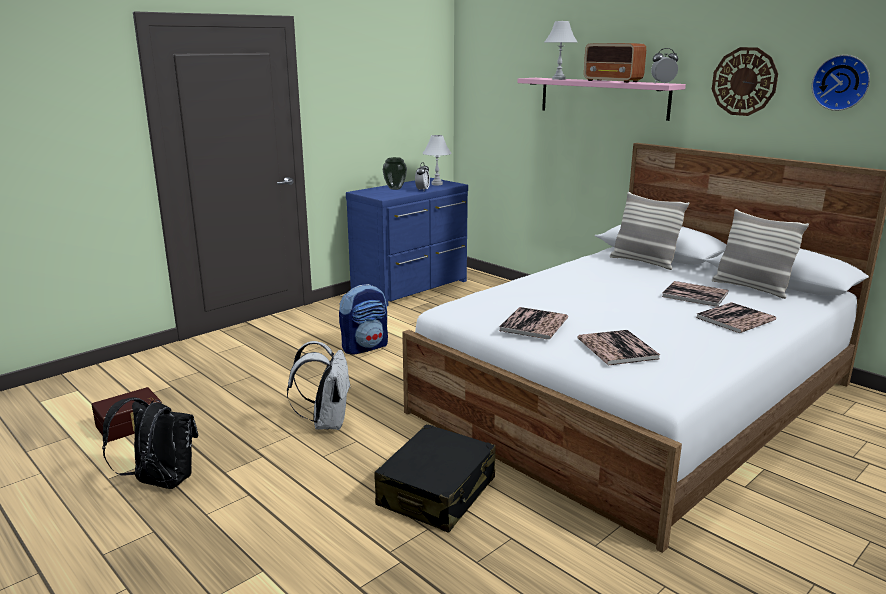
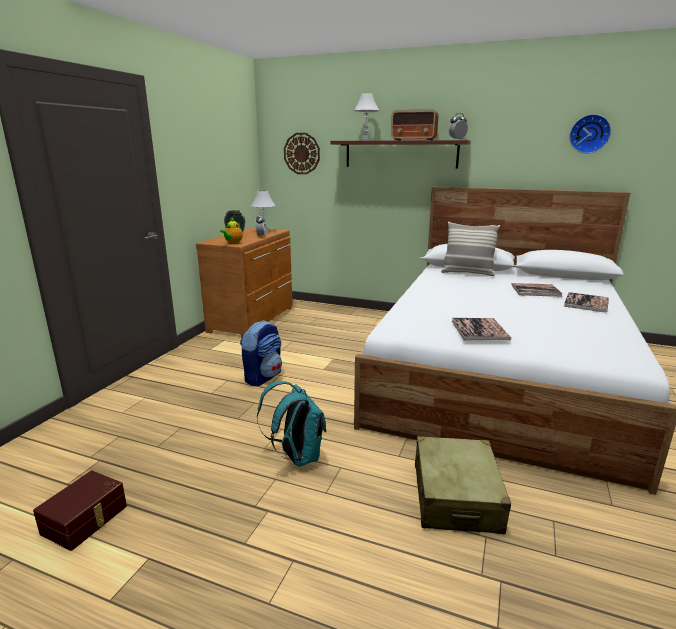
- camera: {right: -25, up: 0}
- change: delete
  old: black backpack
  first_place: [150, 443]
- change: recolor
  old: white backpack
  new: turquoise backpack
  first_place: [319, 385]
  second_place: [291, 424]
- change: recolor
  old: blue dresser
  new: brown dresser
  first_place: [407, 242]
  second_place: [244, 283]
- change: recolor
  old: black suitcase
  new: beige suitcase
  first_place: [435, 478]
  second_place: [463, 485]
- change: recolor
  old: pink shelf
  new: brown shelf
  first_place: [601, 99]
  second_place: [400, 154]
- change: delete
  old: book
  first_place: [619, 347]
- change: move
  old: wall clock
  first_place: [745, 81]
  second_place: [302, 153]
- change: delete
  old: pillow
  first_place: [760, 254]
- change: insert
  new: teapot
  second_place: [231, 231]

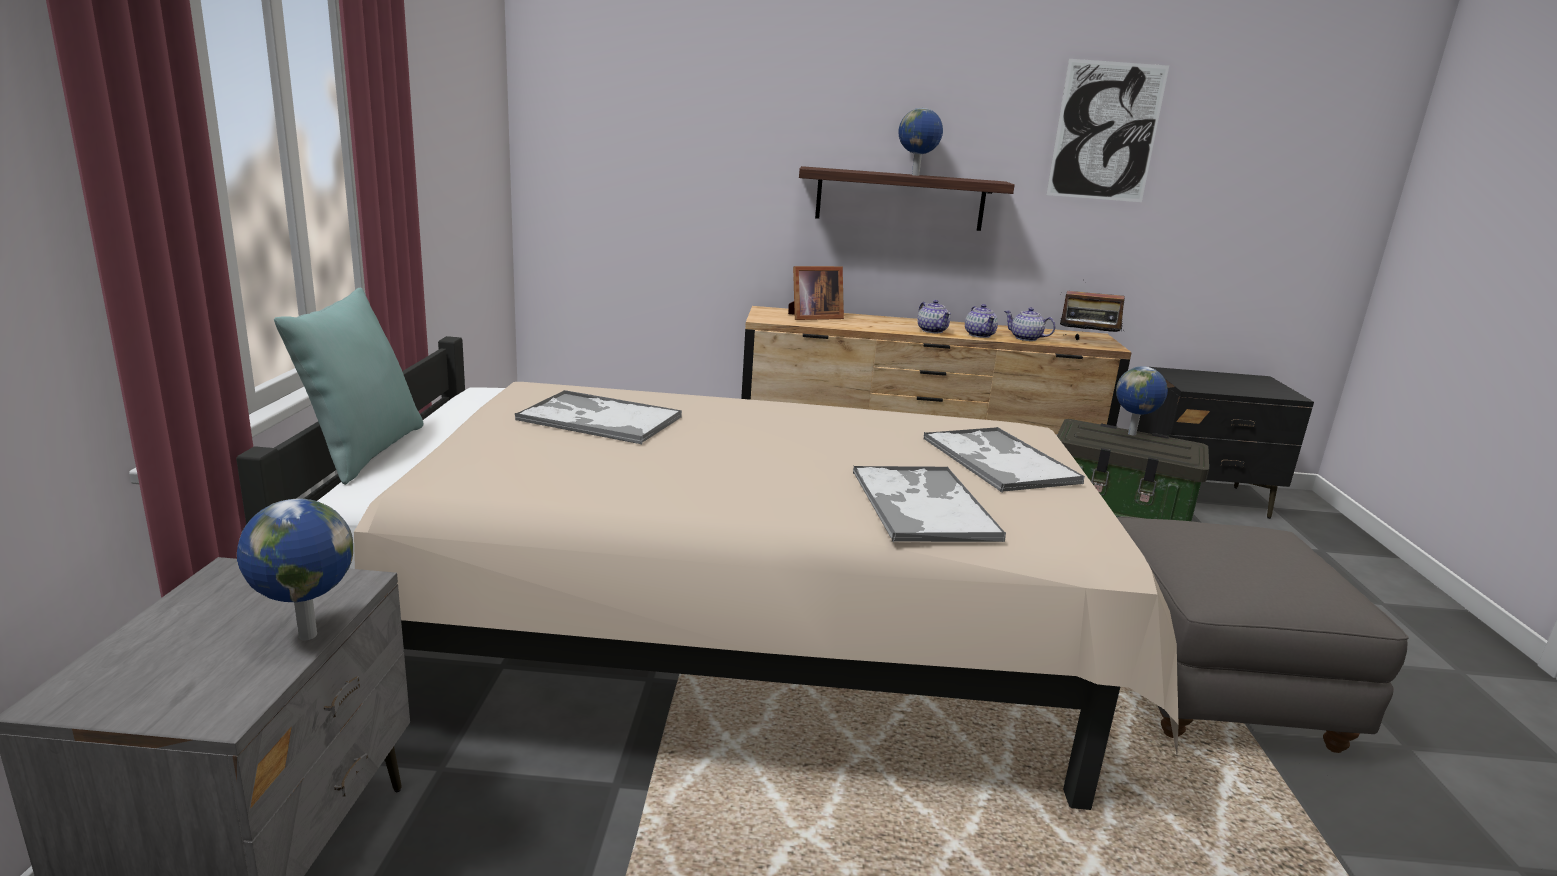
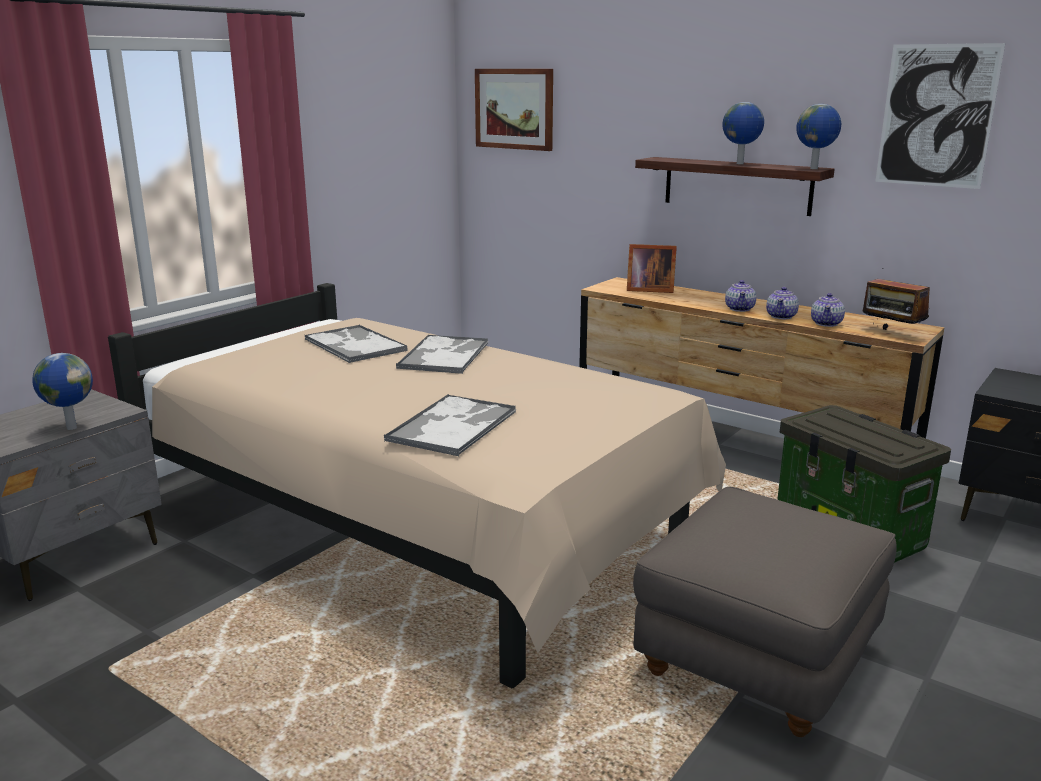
- camera: {right: 35, up: 0}
- change: delete
  old: turquoise pillow
  first_place: [348, 386]
- change: move
  old: tray
  first_place: [1004, 459]
  second_place: [442, 354]
- change: rotate
  old: teapot
  first_place: [1030, 324]
  second_place: [828, 310]
  degrees: -135
- change: move
  old: globe
  first_place: [1142, 400]
  second_place: [818, 136]
- change: insert
  new: picture
  second_place: [514, 110]

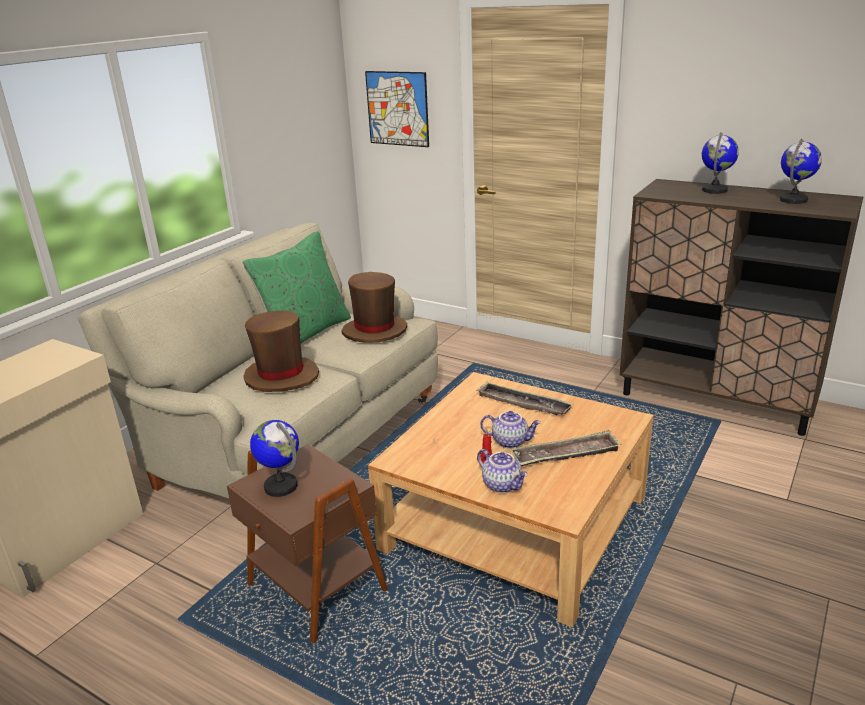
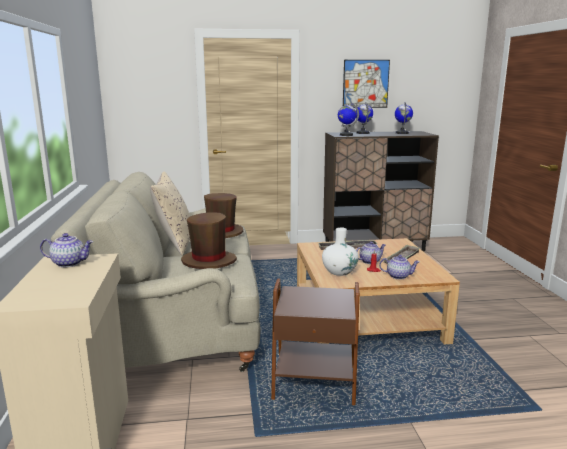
- camera: {right: -40, up: -10}
- change: recolor
  old: green pillow
  new: beige pillow
  first_place: [297, 287]
  second_place: [170, 213]
- change: move
  old: globe
  first_place: [274, 458]
  second_place: [348, 119]
- change: move
  old: picture
  first_place: [397, 109]
  second_place: [366, 84]
- change: insert
  new: teapot
  second_place: [66, 250]
- change: insert
  new: white vase
  second_place: [340, 251]

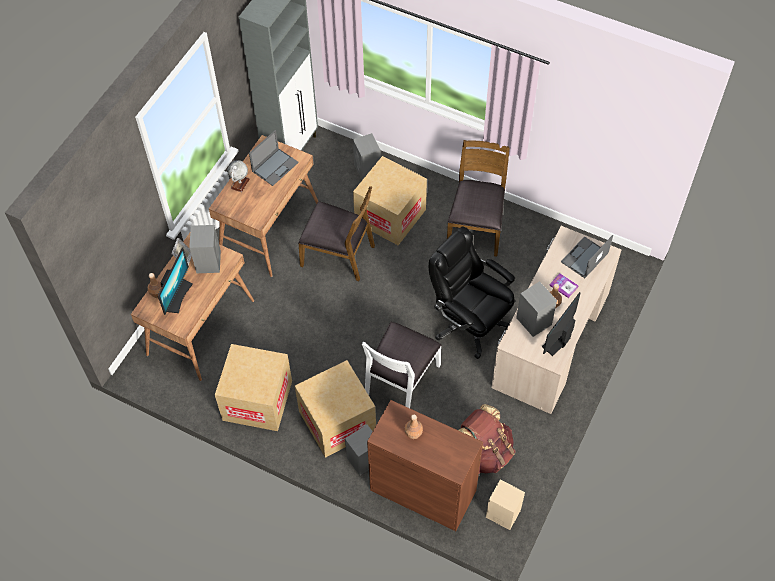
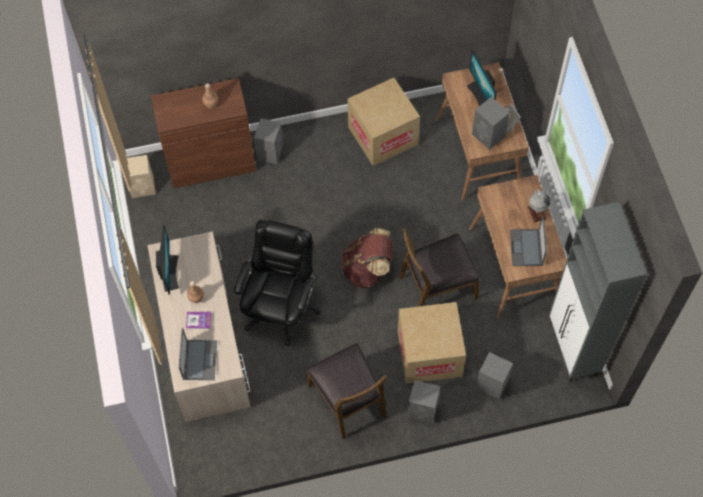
- camera: {right: 140, up: 5}
- change: delete
  old: cardboard box
  first_place: [335, 409]
- change: delete
  old: white chair
  first_place: [402, 365]
- change: rotate
  old: black office chair
  first_place: [472, 292]
  second_place: [277, 283]
  degrees: -75
- change: move
  old: brown backpack
  first_place: [487, 439]
  second_place: [367, 258]
- change: move
  old: grey speaker
  first_place: [536, 309]
  second_place: [424, 402]

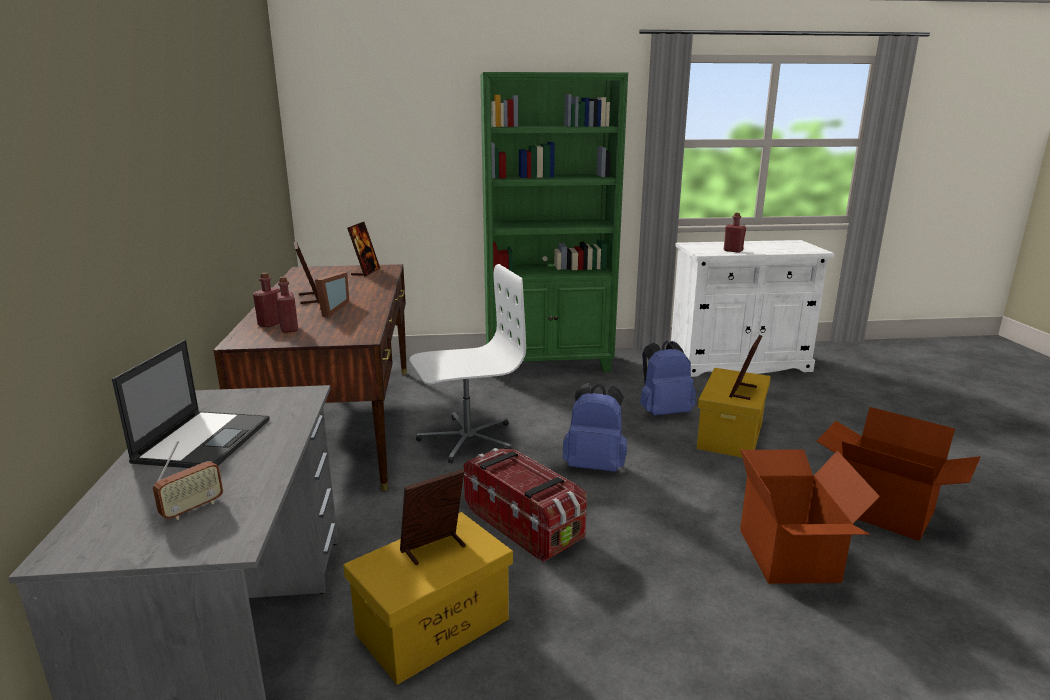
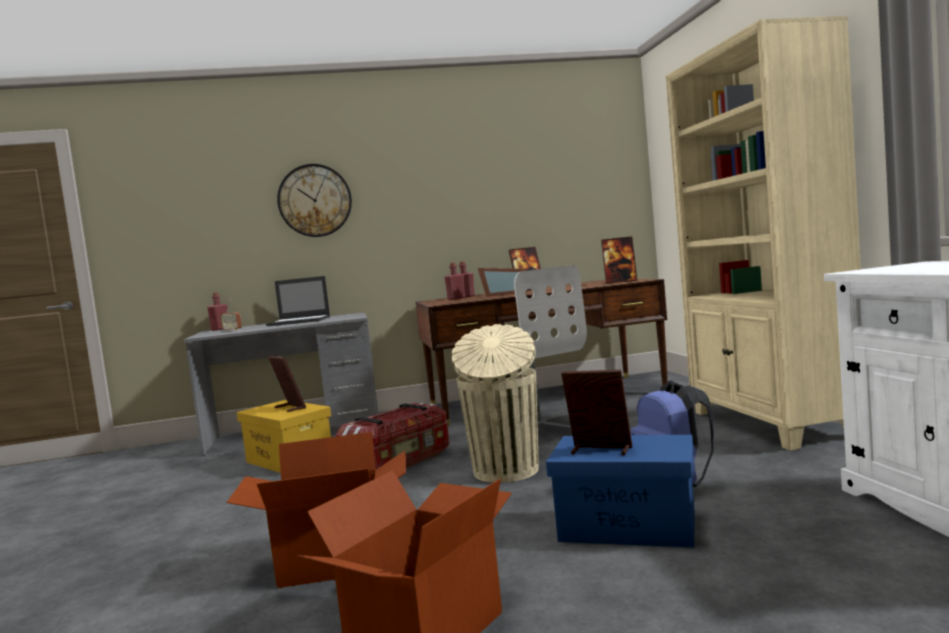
- camera: {right: 85, up: -15}
- change: recolor
  old: green bookcase
  new: beige bookcase
  first_place: [554, 224]
  second_place: [763, 233]
- change: replace
  old: blue backpack
  new: beige trash can
  first_place: [595, 427]
  second_place: [495, 403]
- change: recolor
  old: yellow storage box
  new: blue storage box
  first_place: [734, 413]
  second_place: [620, 491]
- change: move
  old: red bottle
  first_place: [735, 233]
  second_place: [217, 311]
- change: insert
  new: wall clock
  second_place: [314, 200]

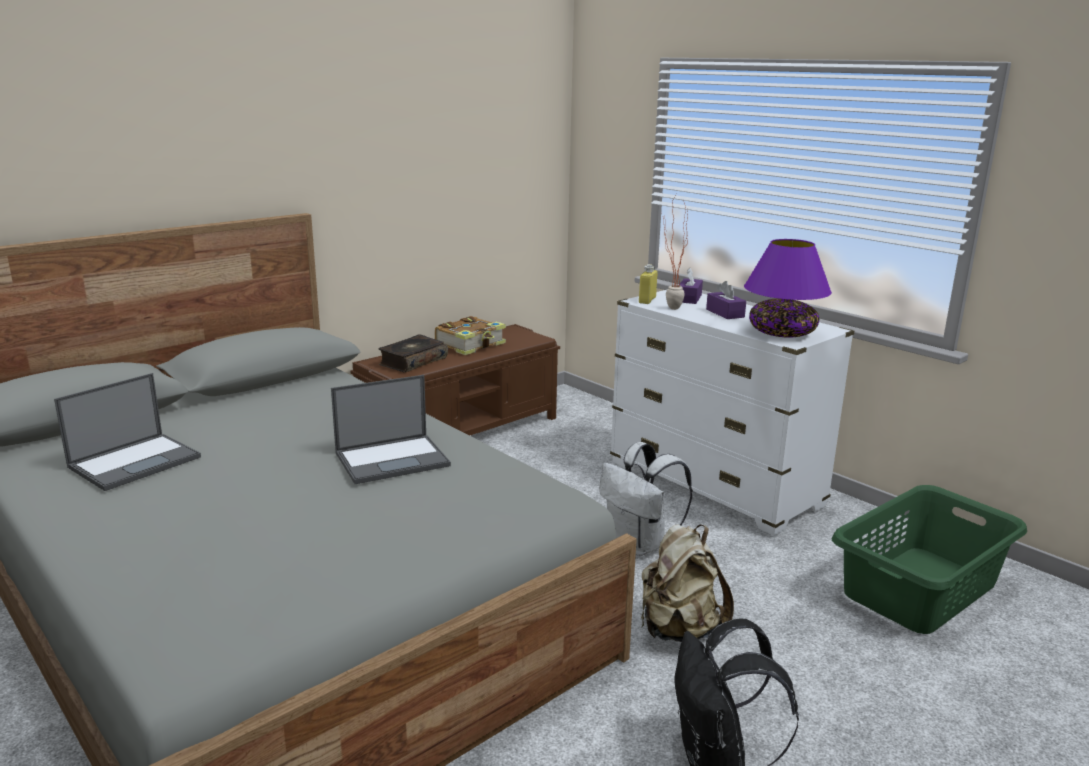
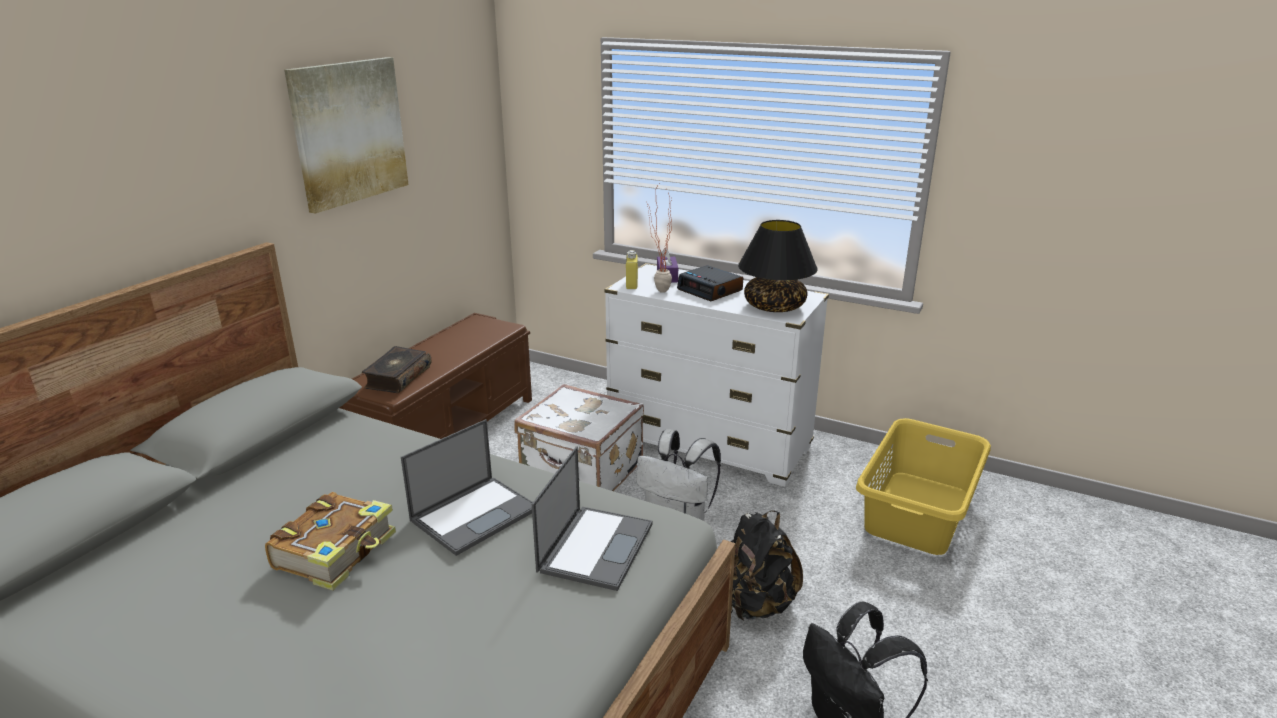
- camera: {right: -20, up: 5}
- change: move
  old: laptop
  first_place: [127, 432]
  second_place: [592, 518]
- change: move
  old: book
  first_place: [470, 335]
  second_place: [330, 541]
- change: recolor
  old: beige backpack
  new: black backpack
  first_place: [687, 583]
  second_place: [767, 565]
- change: replace
  old: purple tissue box
  new: alarm clock
  first_place: [726, 300]
  second_place: [710, 283]
- change: recolor
  old: purple table lamp
  new: black table lamp
  first_place: [788, 288]
  second_place: [778, 266]
- change: recolor
  old: green laundry basket
  new: yellow laundry basket
  first_place: [929, 559]
  second_place: [923, 486]
- change: insert
  new: picture
  second_place: [346, 135]
- change: insert
  new: white suitcase
  second_place: [579, 437]

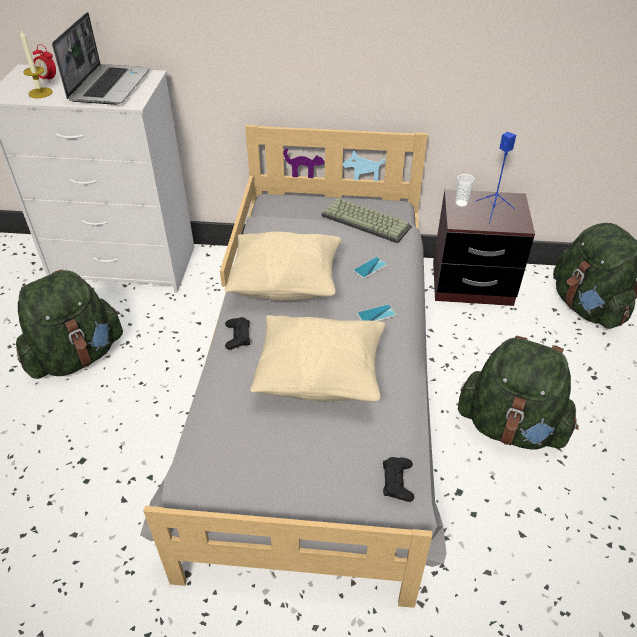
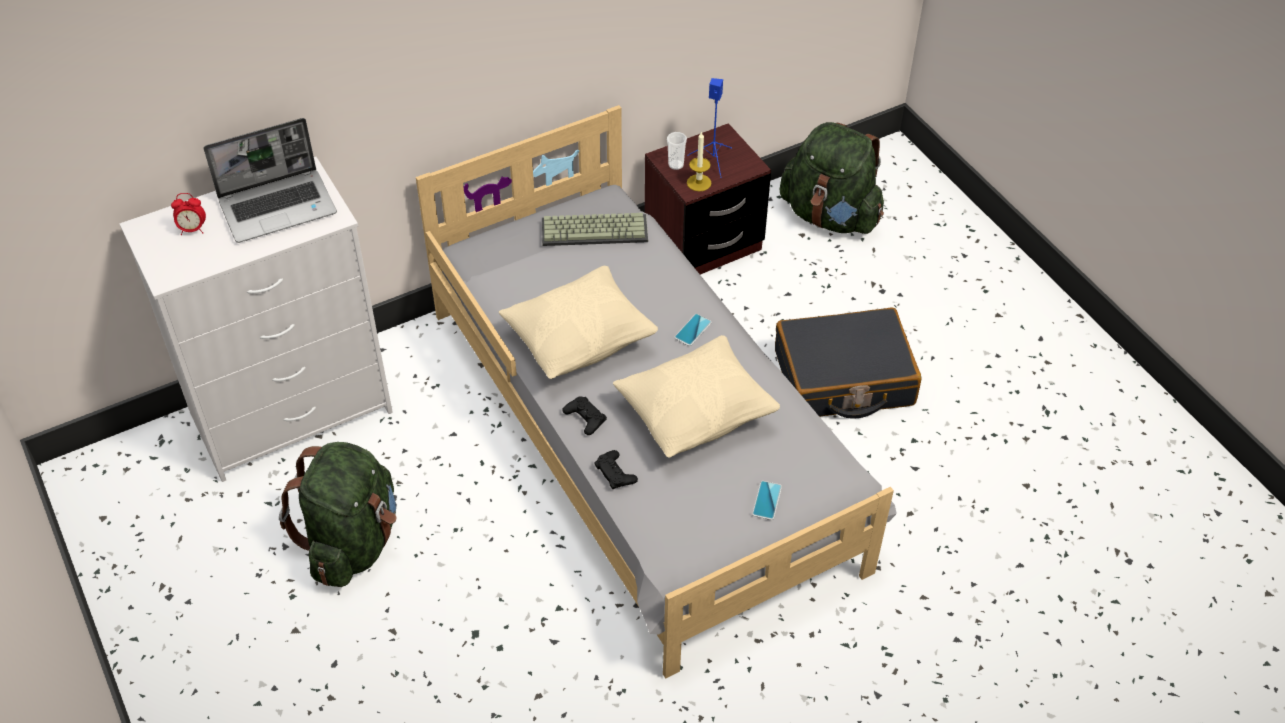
- camera: {right: -35, up: 5}
- change: move
  old: candle
  first_place: [36, 64]
  second_place: [699, 161]
- change: rotate
  old: laptop
  first_place: [101, 58]
  second_place: [270, 180]
  degrees: 90
- change: move
  old: phone
  first_place: [370, 268]
  second_place: [767, 500]
- change: move
  old: black game controller
  first_place: [398, 479]
  second_place: [616, 469]
- change: replace
  old: green backpack
  new: black suitcase
  first_place: [518, 393]
  second_place: [848, 363]

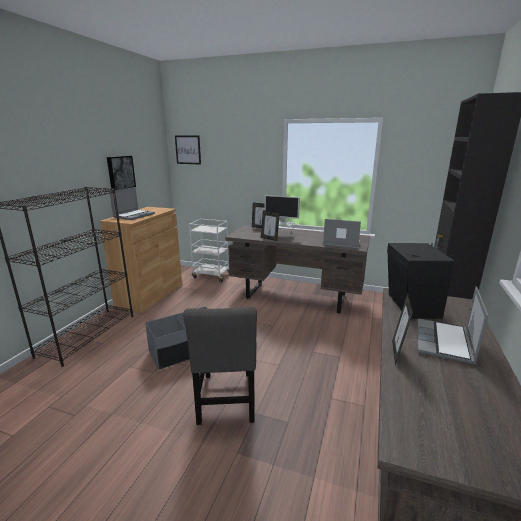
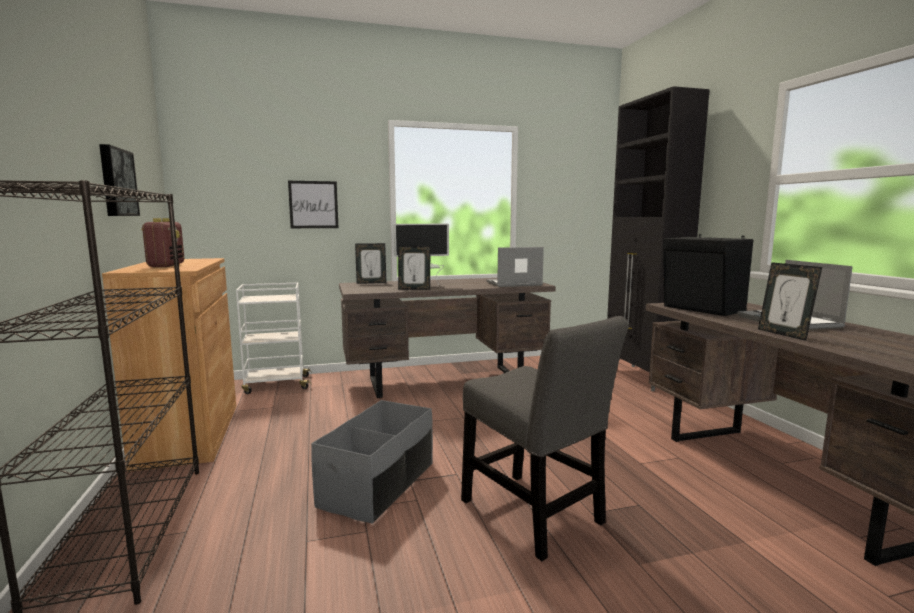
- camera: {right: -35, up: -10}
- change: replace
  old: laptop
  new: radio
  first_place: [132, 203]
  second_place: [162, 242]
- change: move
  old: picture
  first_place: [188, 150]
  second_place: [313, 204]

